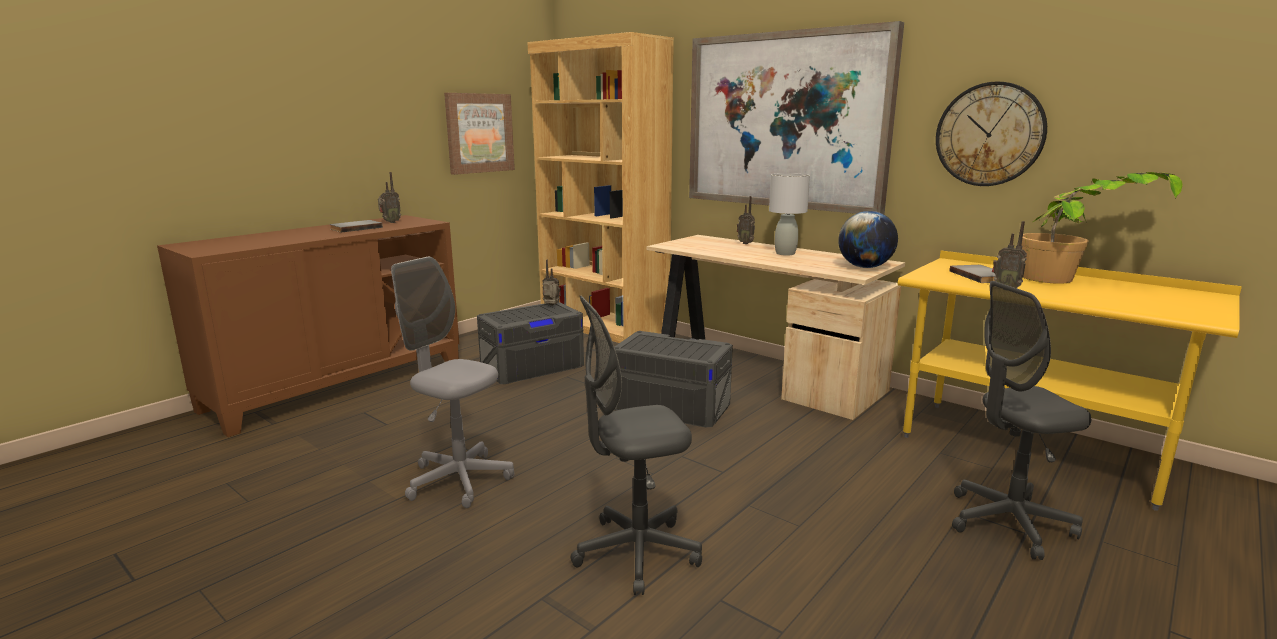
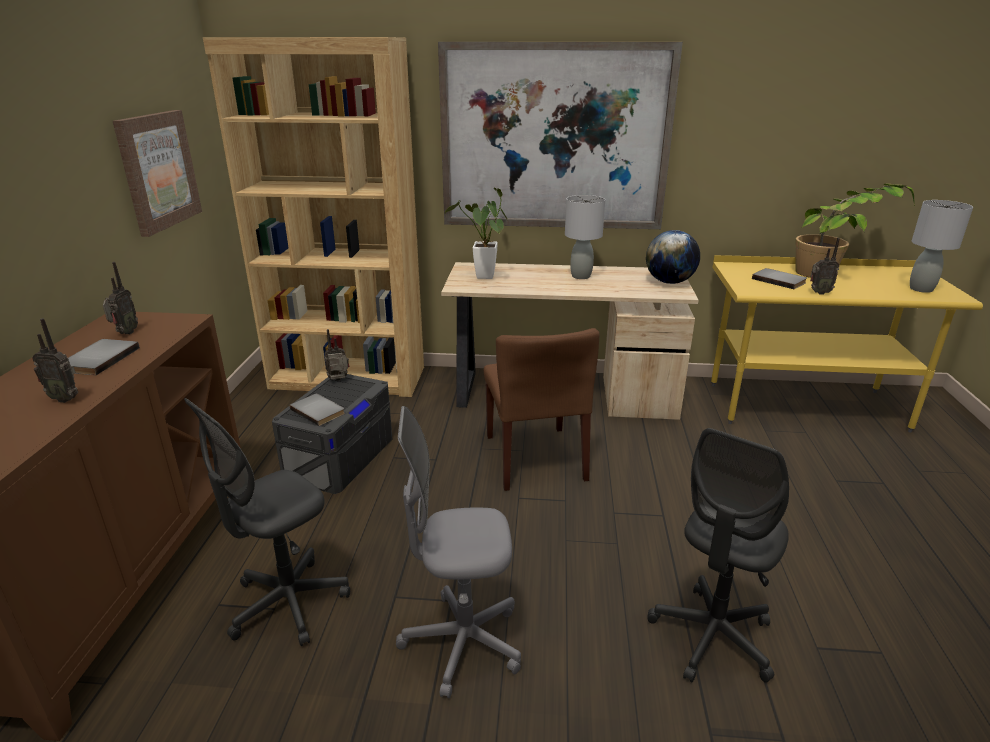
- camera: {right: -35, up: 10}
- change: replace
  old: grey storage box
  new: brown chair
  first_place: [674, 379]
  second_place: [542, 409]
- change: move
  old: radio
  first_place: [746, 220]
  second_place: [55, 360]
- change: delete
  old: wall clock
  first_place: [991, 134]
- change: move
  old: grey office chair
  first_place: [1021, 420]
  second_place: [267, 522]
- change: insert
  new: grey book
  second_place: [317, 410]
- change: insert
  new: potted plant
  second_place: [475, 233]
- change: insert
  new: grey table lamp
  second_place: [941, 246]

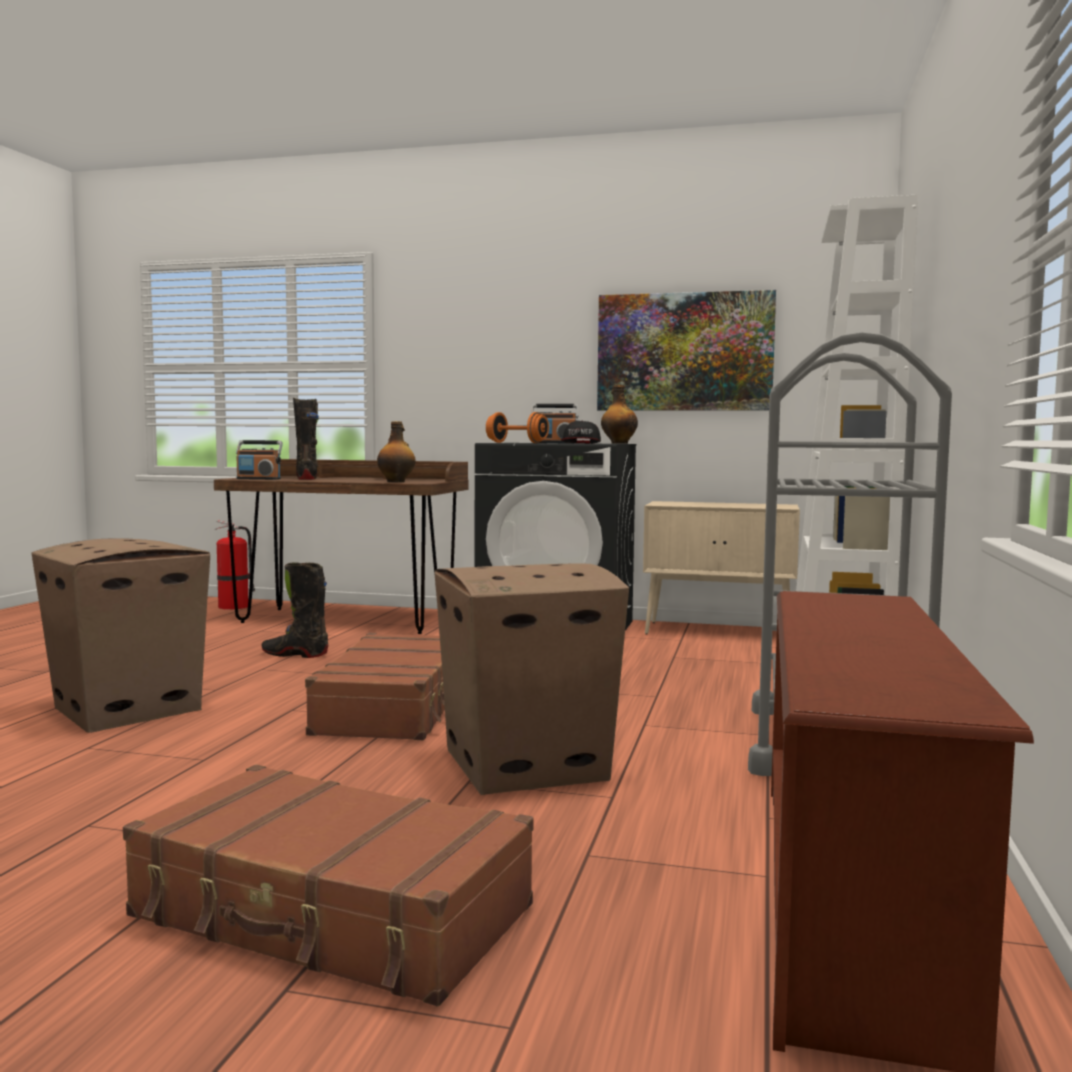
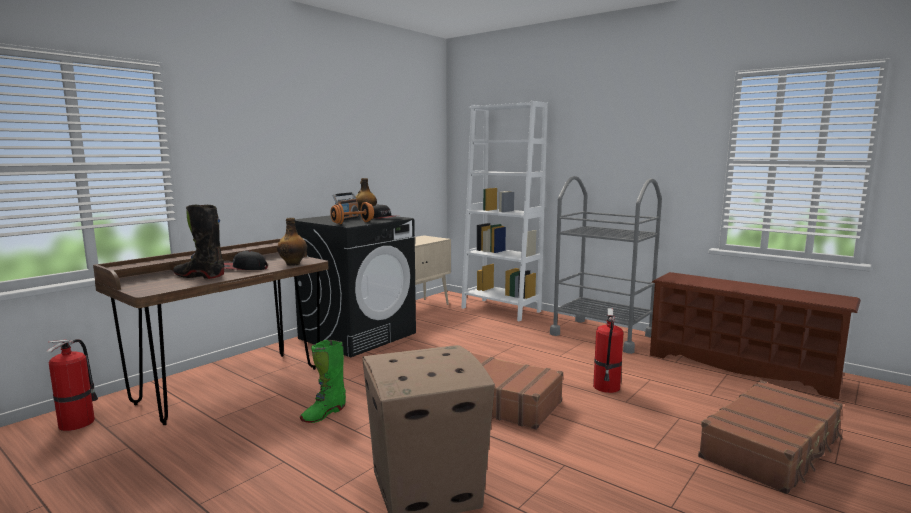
- camera: {right: -65, up: 5}
- change: delete
  old: radio
  first_place: [259, 460]
- change: recolor
  old: black boot
  new: green boot
  first_place: [295, 610]
  second_place: [323, 381]
- change: replace
  old: cardboard box
  new: fire extinguisher
  first_place: [532, 679]
  second_place: [608, 350]
- change: delete
  old: picture
  first_place: [686, 350]
- change: insert
  new: cap
  second_place: [246, 260]

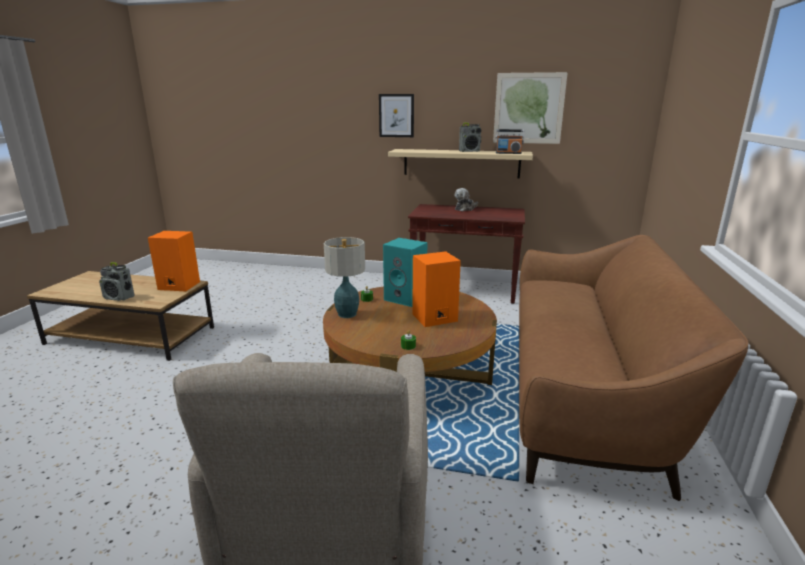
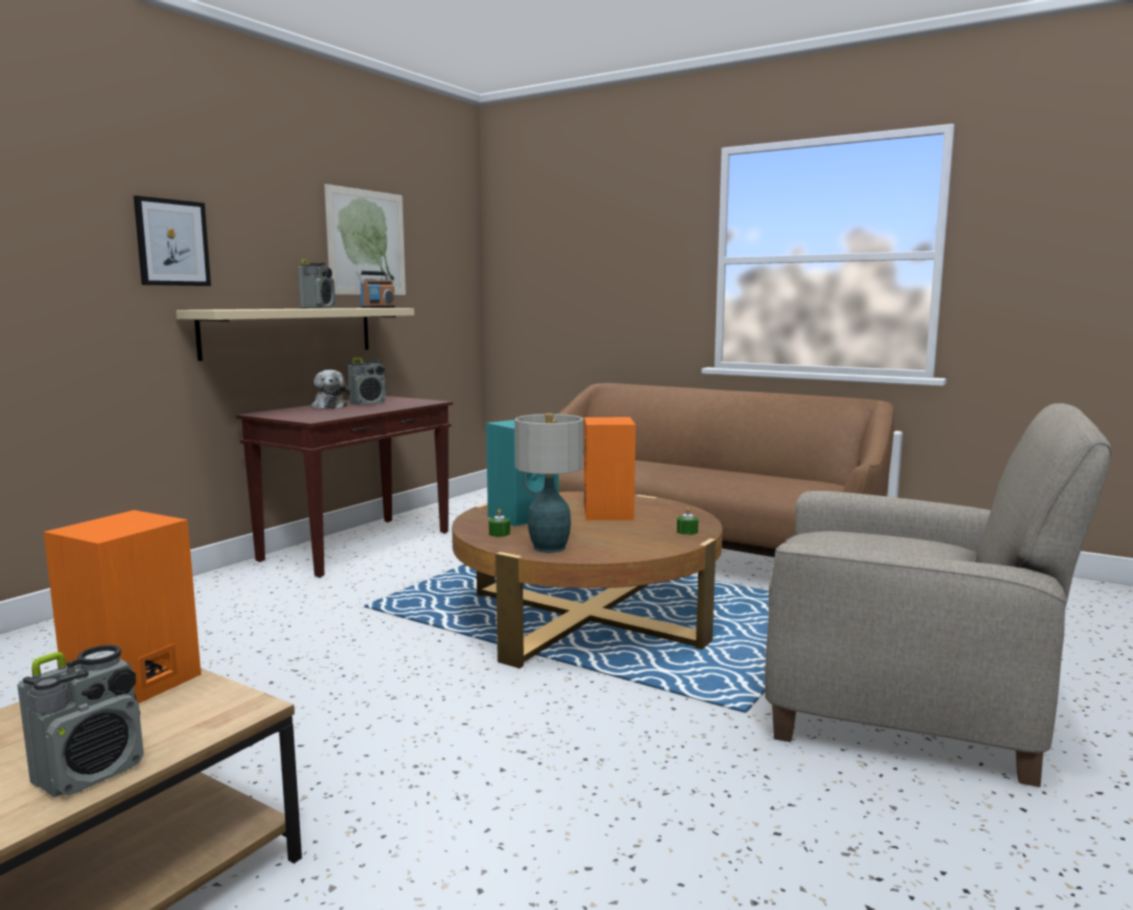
- camera: {right: -70, up: -10}
- change: insert
  new: radio
  second_place: [367, 381]

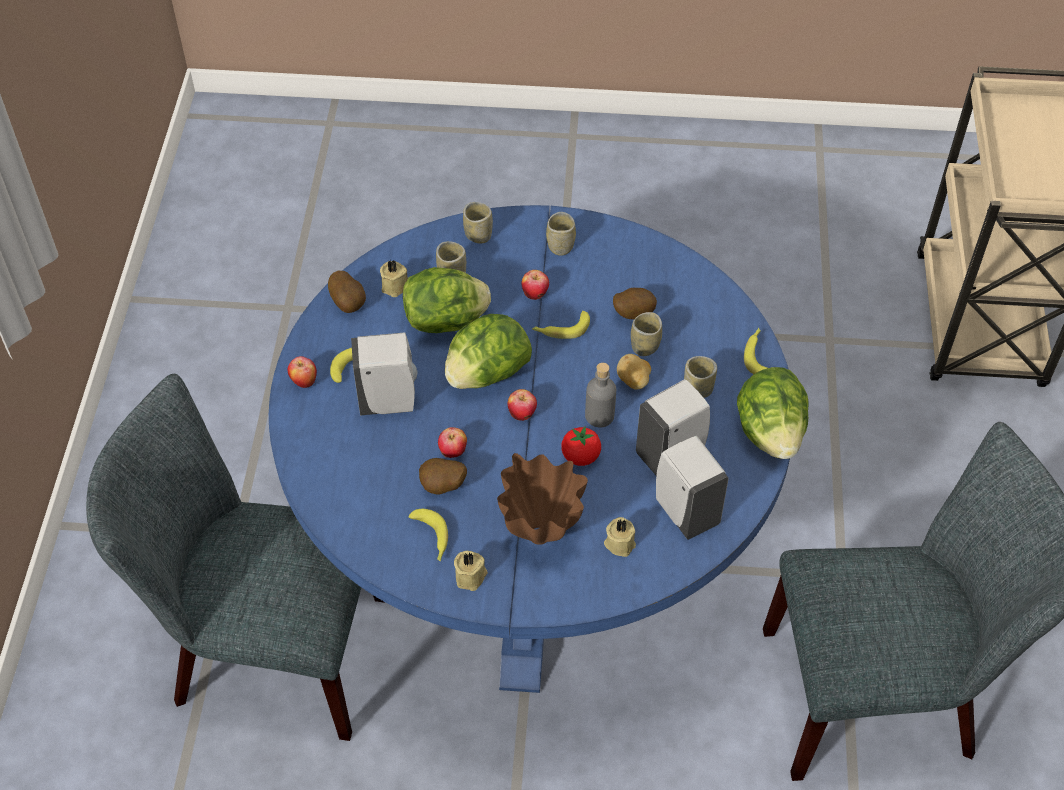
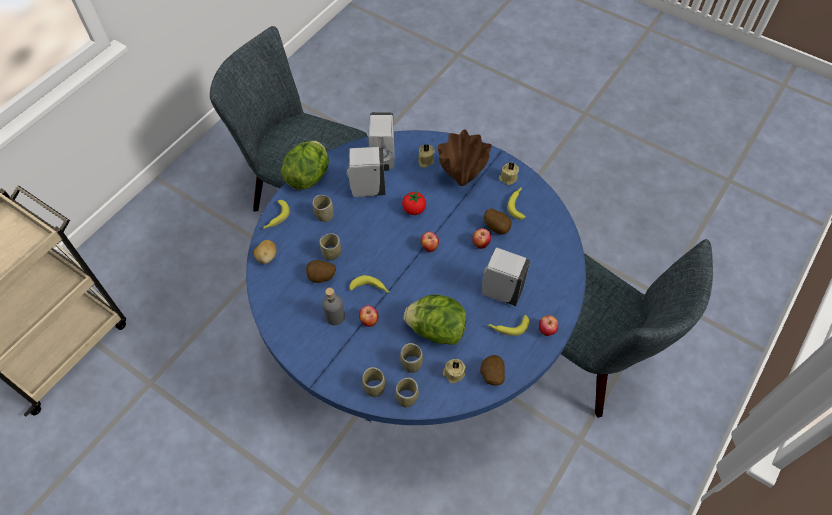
- camera: {right: -150, up: 5}
- change: delete
  old: lettuce
  first_place: [488, 351]
- change: move
  old: cup
  first_place: [561, 234]
  second_place: [407, 393]
- change: move
  old: grey bottle
  first_place: [600, 395]
  second_place: [333, 307]
- change: move
  old: potato
  first_place: [634, 372]
  second_place: [265, 252]

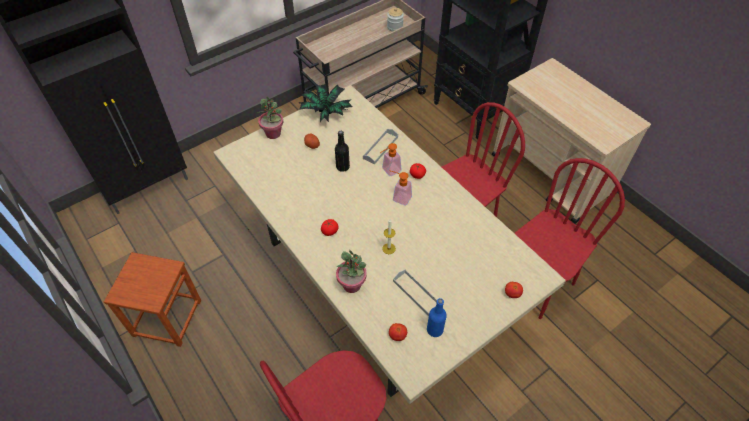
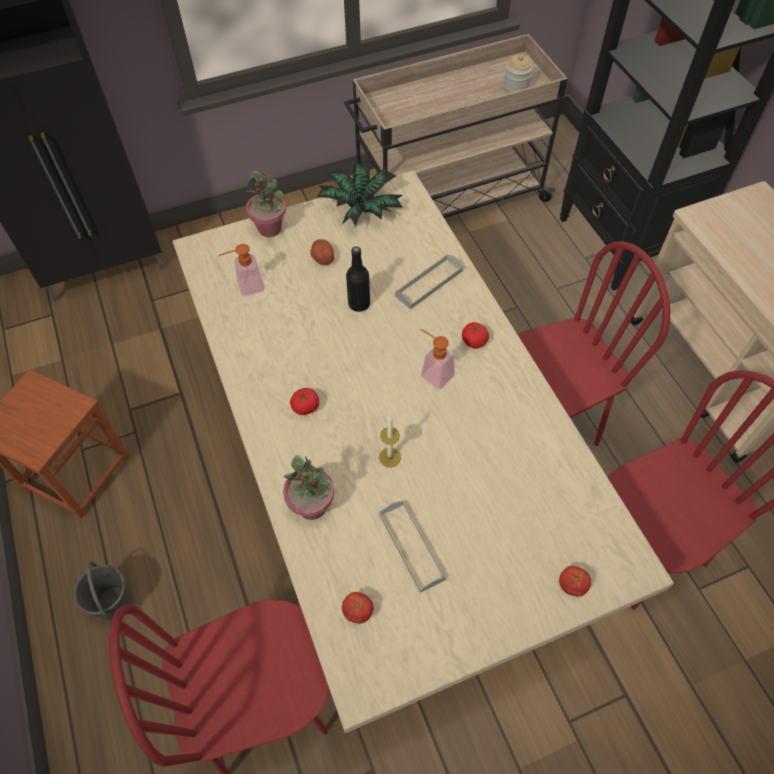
- camera: {right: 15, up: 5}
- change: move
  old: soap dispenser
  first_place: [391, 159]
  second_place: [241, 270]
- change: delete
  old: blue bottle
  first_place: [437, 317]
- change: insert
  new: grey bucket
  second_place: [103, 591]

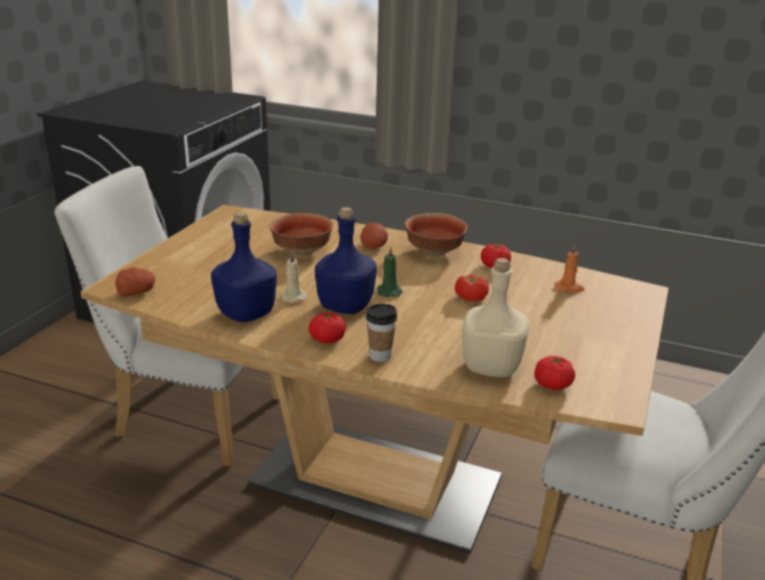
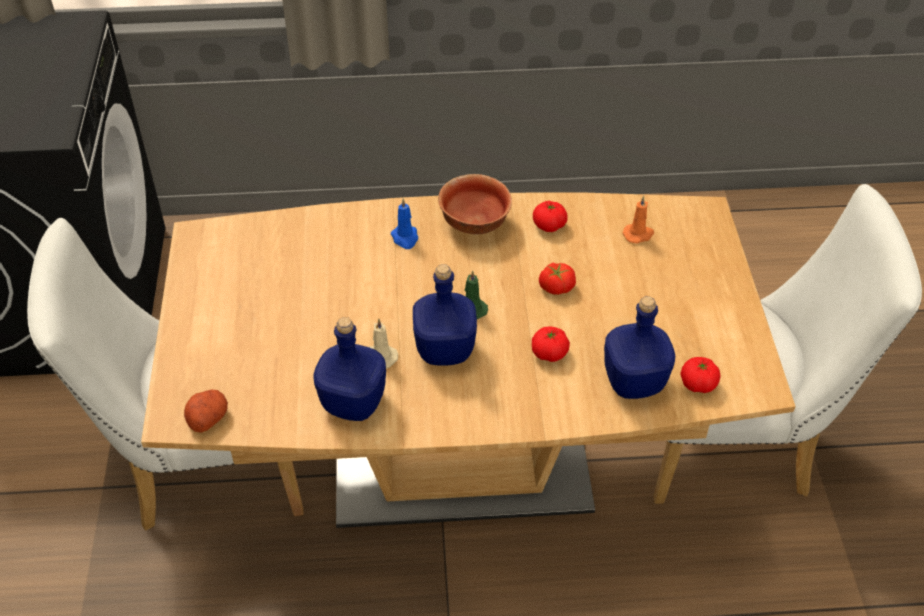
- camera: {right: -25, up: 20}
- change: delete
  old: bowl
  first_place: [301, 234]
- change: move
  old: tomato
  first_place: [327, 328]
  second_place: [551, 344]
- change: replace
  old: potato
  new: blue candle
  first_place: [374, 236]
  second_place: [404, 223]
- change: delete
  old: cup
  first_place: [381, 333]
- change: recolor
  old: beige bottle
  new: blue bottle
  first_place: [495, 317]
  second_place: [639, 347]

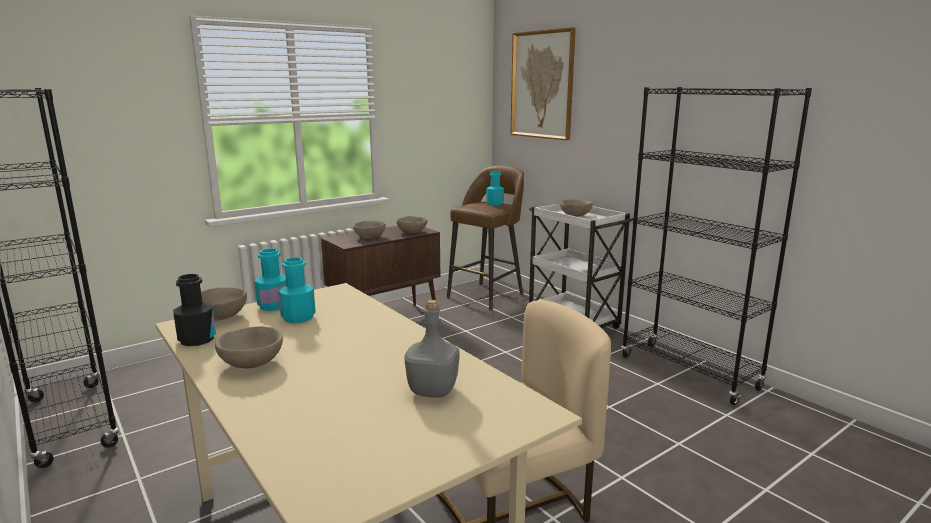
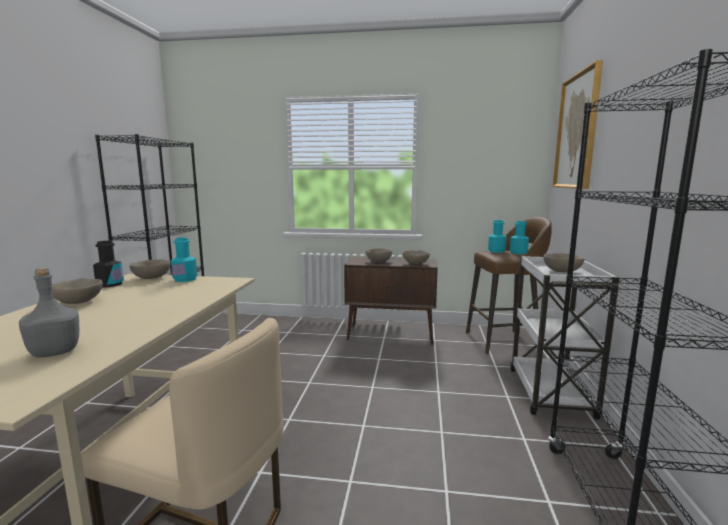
- camera: {right: 45, up: -5}
- change: move
  old: turquoise bottle
  first_place: [297, 290]
  second_place: [497, 236]

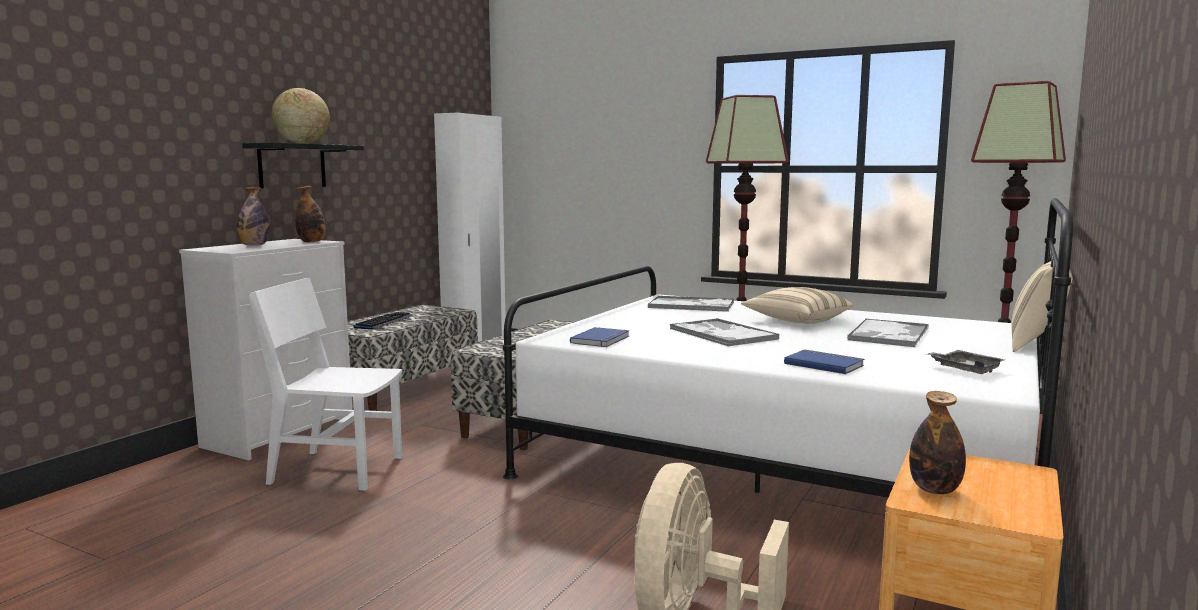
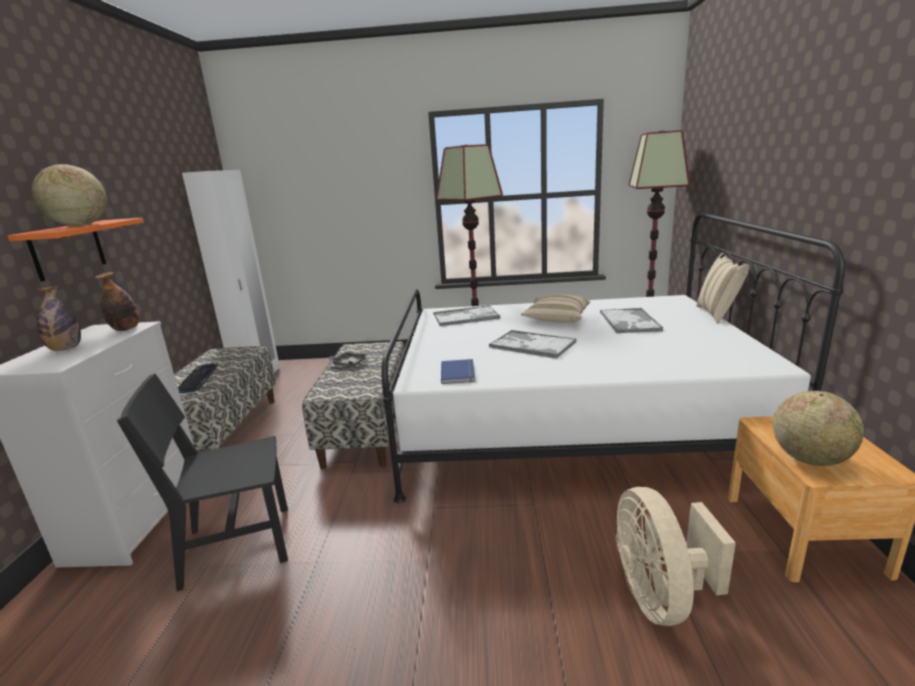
- camera: {right: -25, up: 10}
- change: recolor
  old: black shelf
  new: orange shelf
  first_place: [303, 165]
  second_place: [76, 250]
- change: recolor
  old: white chair
  new: black chair
  first_place: [325, 384]
  second_place: [202, 482]
- change: delete
  old: blue book
  first_place: [824, 361]
- change: replace
  old: bottle
  new: globe
  first_place: [937, 442]
  second_place: [818, 428]
- change: move
  old: grey tray
  first_place: [965, 362]
  second_place: [346, 359]

